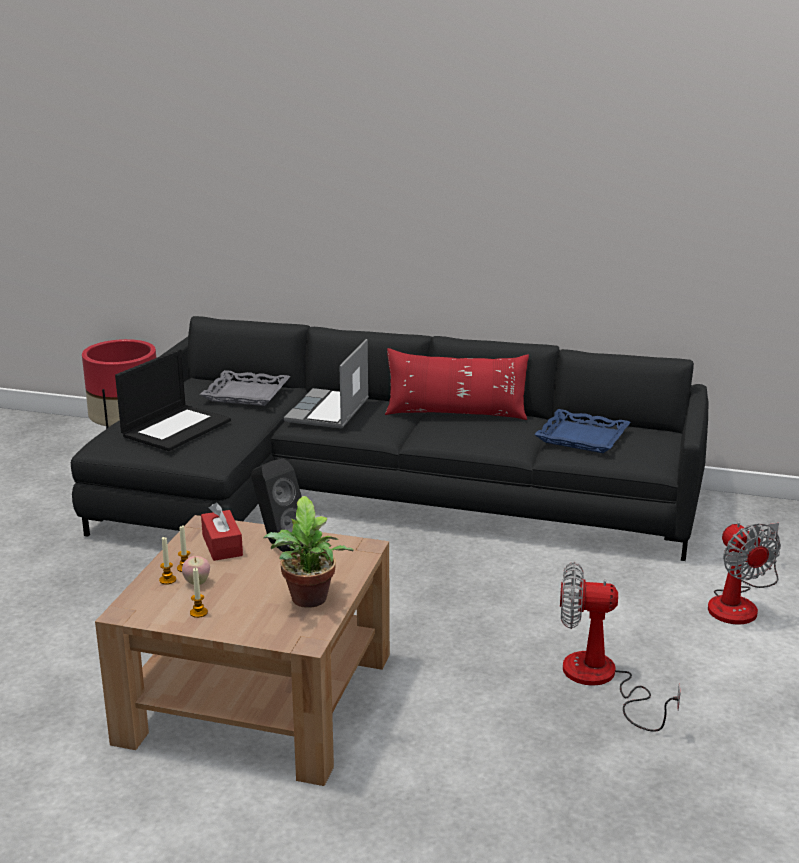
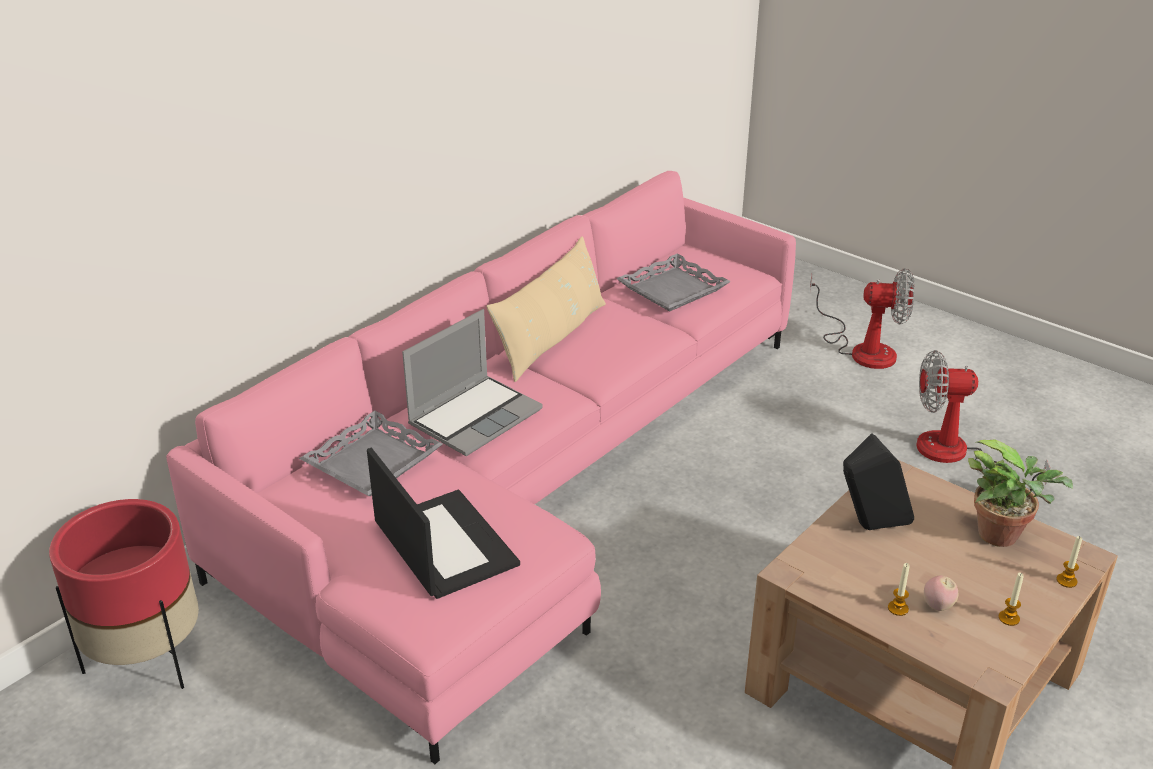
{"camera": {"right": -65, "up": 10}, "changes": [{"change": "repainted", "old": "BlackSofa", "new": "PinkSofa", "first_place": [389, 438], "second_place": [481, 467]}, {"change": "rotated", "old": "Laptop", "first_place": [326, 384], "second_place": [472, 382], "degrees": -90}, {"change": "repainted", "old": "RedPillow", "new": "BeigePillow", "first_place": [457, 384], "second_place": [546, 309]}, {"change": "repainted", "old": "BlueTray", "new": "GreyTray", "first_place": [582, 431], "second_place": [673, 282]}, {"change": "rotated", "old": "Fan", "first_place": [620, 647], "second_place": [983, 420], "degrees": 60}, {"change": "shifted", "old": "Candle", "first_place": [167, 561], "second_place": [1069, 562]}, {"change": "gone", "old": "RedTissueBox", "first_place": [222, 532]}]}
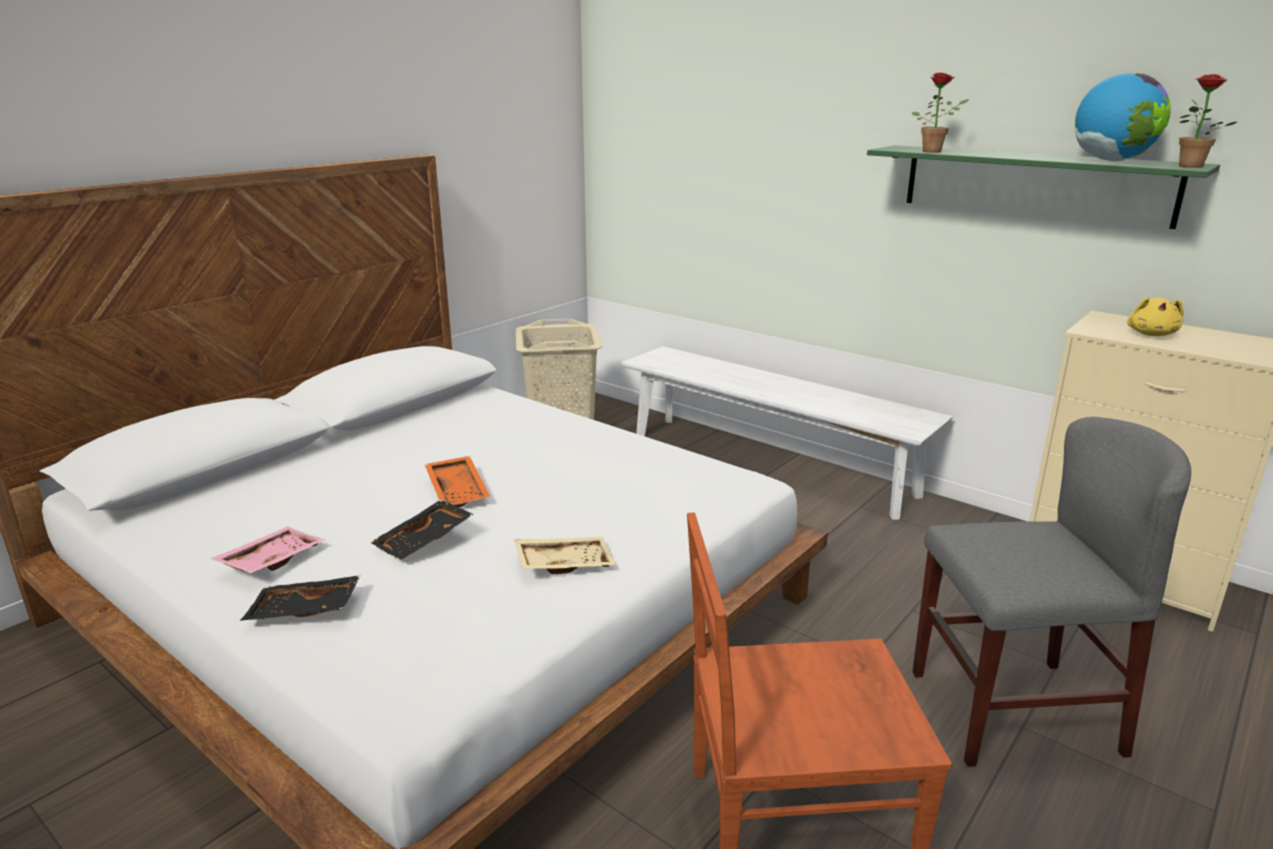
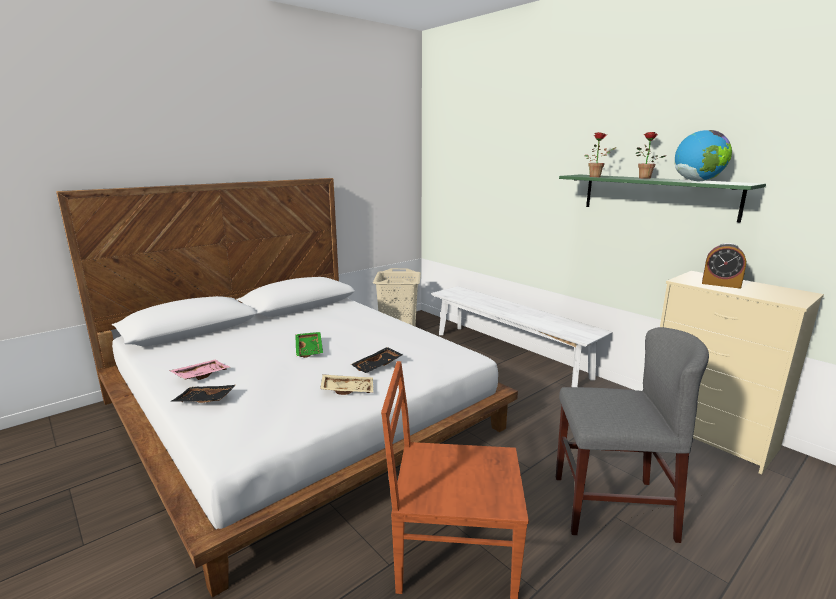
{"camera": {"right": 10, "up": -5}, "changes": [{"change": "repainted", "old": "OrangeTray", "new": "GreenTray", "first_place": [457, 481], "second_place": [309, 345]}, {"change": "shifted", "old": "BlackTray", "first_place": [422, 529], "second_place": [376, 360]}, {"change": "shifted", "old": "PottedPlant", "first_place": [1208, 121], "second_place": [651, 155]}, {"change": "swapped", "old": "YellowPlushToy", "new": "AlarmClock", "first_place": [1155, 316], "second_place": [724, 266]}]}
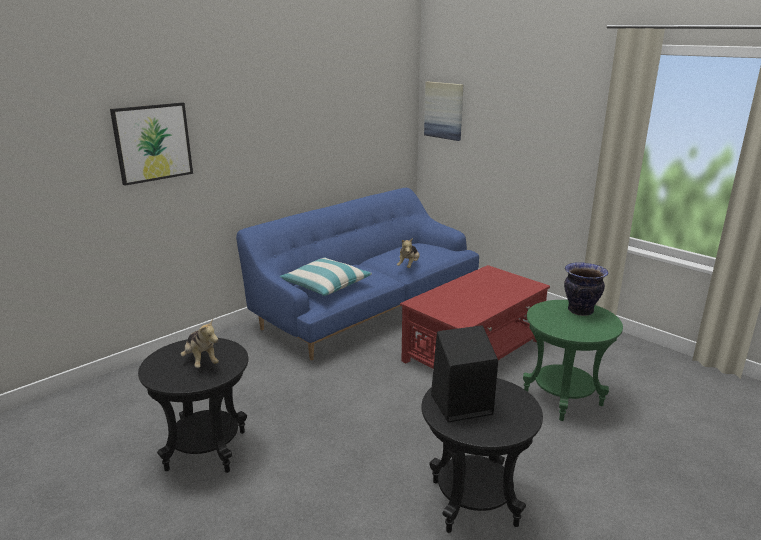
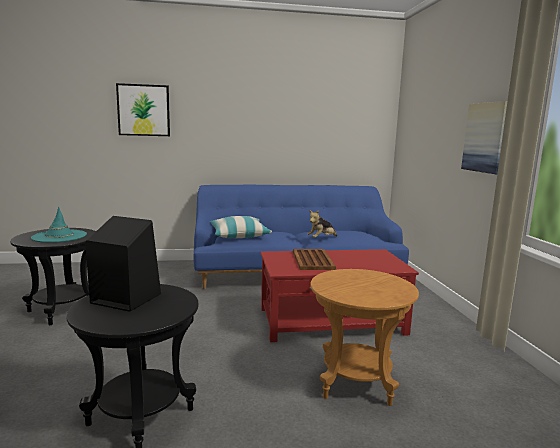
{"camera": {"right": 35, "up": -10}, "changes": [{"change": "swapped", "old": "PlushToy", "new": "TurquoiseHat", "first_place": [199, 343], "second_place": [59, 225]}, {"change": "new", "new": "BrownTray", "second_place": [314, 259]}, {"change": "repainted", "old": "GreenSideTable", "new": "BrownSideTable", "first_place": [573, 360], "second_place": [364, 337]}, {"change": "shifted", "old": "Picture", "first_place": [444, 111], "second_place": [484, 137]}, {"change": "gone", "old": "Vase", "first_place": [586, 289]}]}
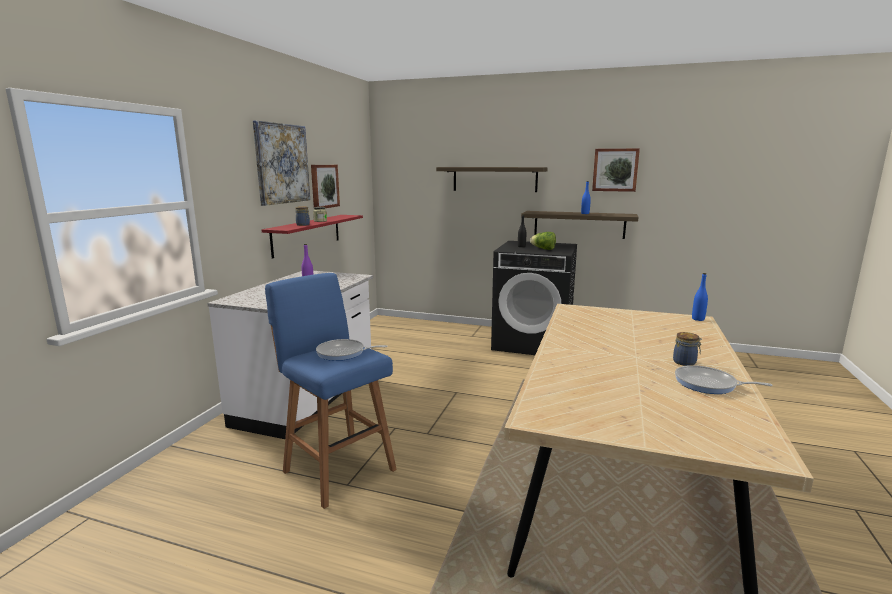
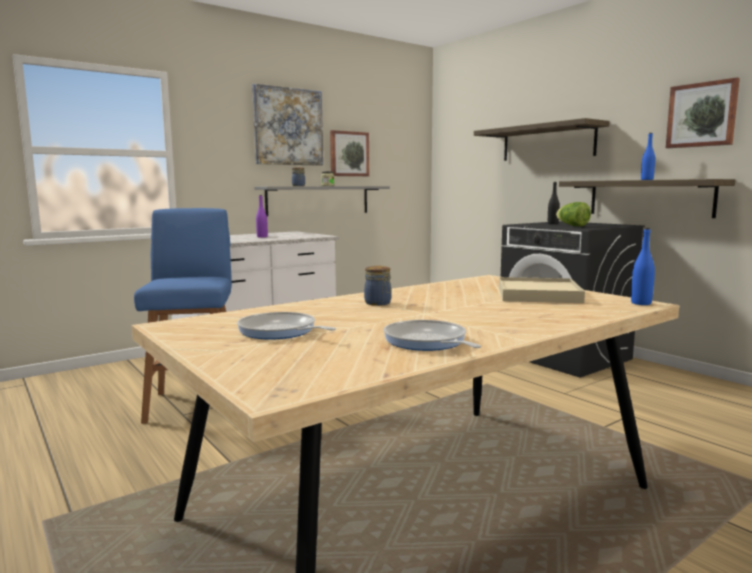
{"camera": {"right": 35, "up": -5}, "changes": [{"change": "shifted", "old": "FryingPan", "first_place": [351, 350], "second_place": [286, 326]}, {"change": "repainted", "old": "RedShelf", "new": "GreyShelf", "first_place": [312, 237], "second_place": [322, 201]}, {"change": "shifted", "old": "Jar", "first_place": [687, 349], "second_place": [377, 286]}, {"change": "new", "new": "BeigeTray", "second_place": [542, 290]}]}
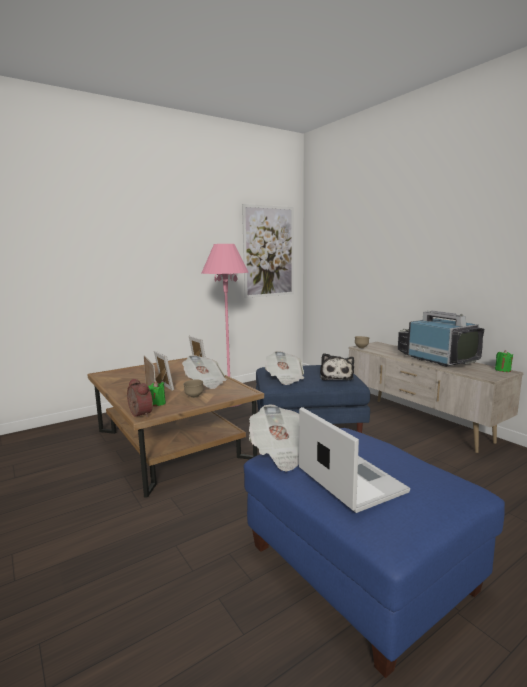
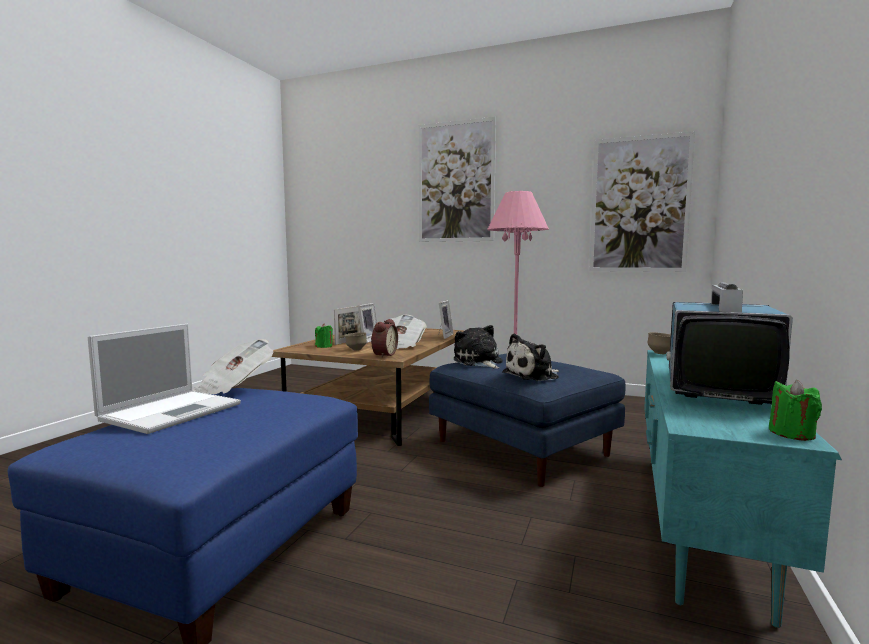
{"camera": {"right": 55, "up": -5}, "changes": [{"change": "shifted", "old": "AlarmClock", "first_place": [140, 398], "second_place": [384, 338]}, {"change": "new", "new": "Picture", "second_place": [457, 179]}, {"change": "swapped", "old": "Newspaper", "new": "PlushToy", "first_place": [284, 368], "second_place": [478, 347]}, {"change": "repainted", "old": "BeigeTvStand", "new": "TurquoiseTvStand", "first_place": [436, 397], "second_place": [743, 489]}]}
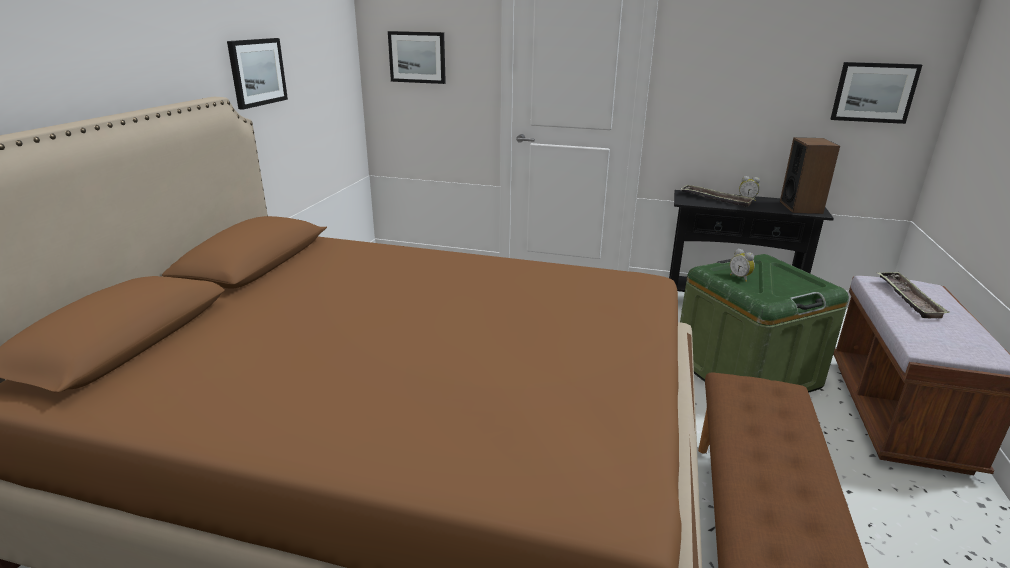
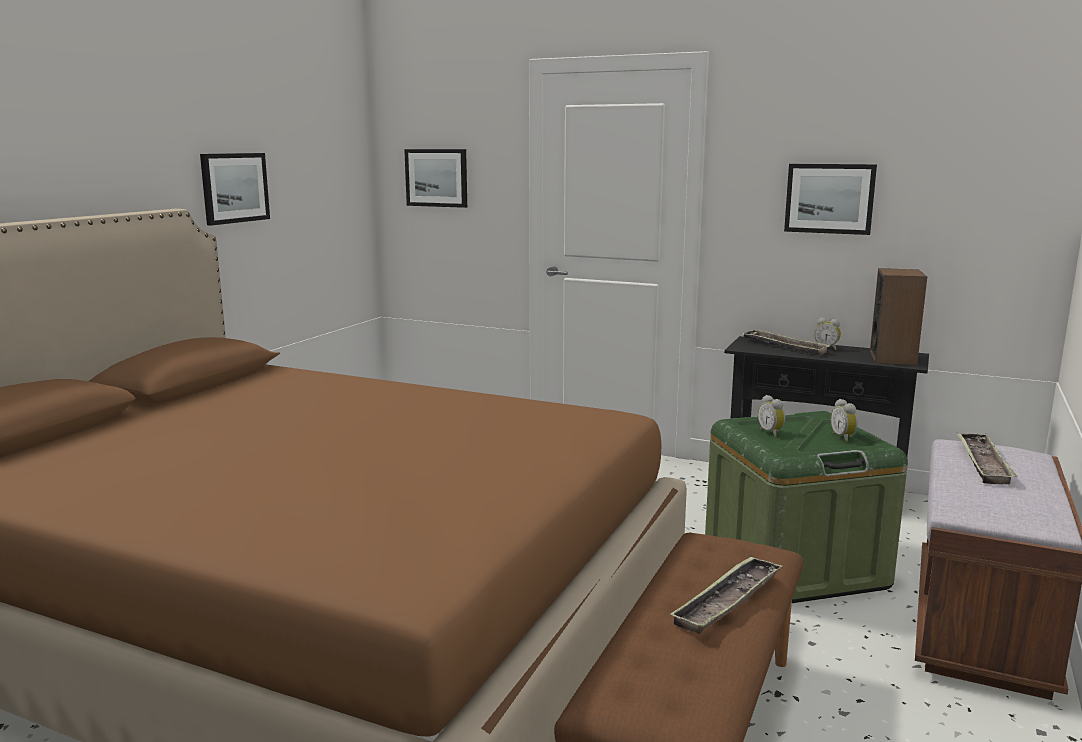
{"camera": {"right": 10, "up": -10}, "changes": [{"change": "new", "new": "Tray", "second_place": [726, 595]}, {"change": "shifted", "old": "Picture", "first_place": [876, 93], "second_place": [830, 199]}, {"change": "new", "new": "AlarmClock", "second_place": [844, 420]}]}
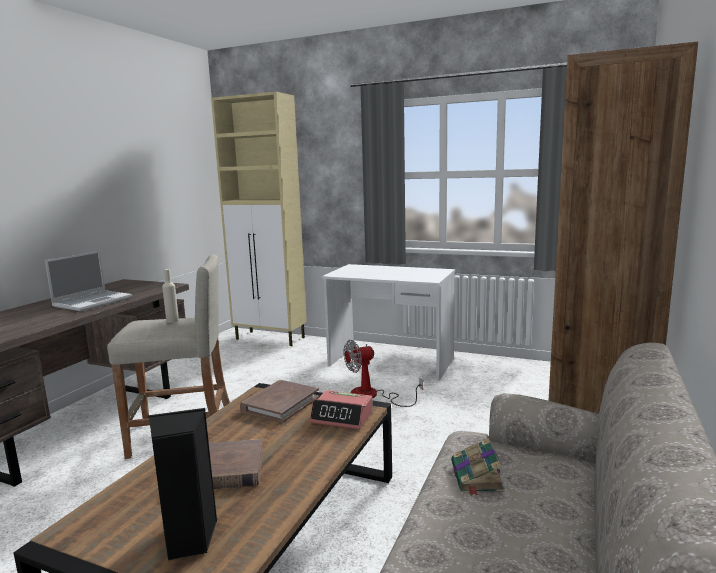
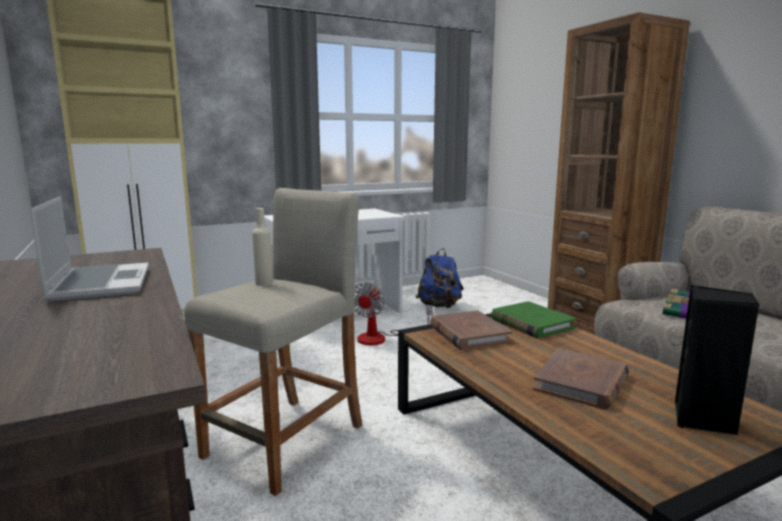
{"camera": {"right": -50, "up": 0}, "changes": [{"change": "new", "new": "BlueBackpack", "second_place": [439, 278]}, {"change": "swapped", "old": "AlarmClock", "new": "GreenBook", "first_place": [341, 410], "second_place": [533, 320]}]}
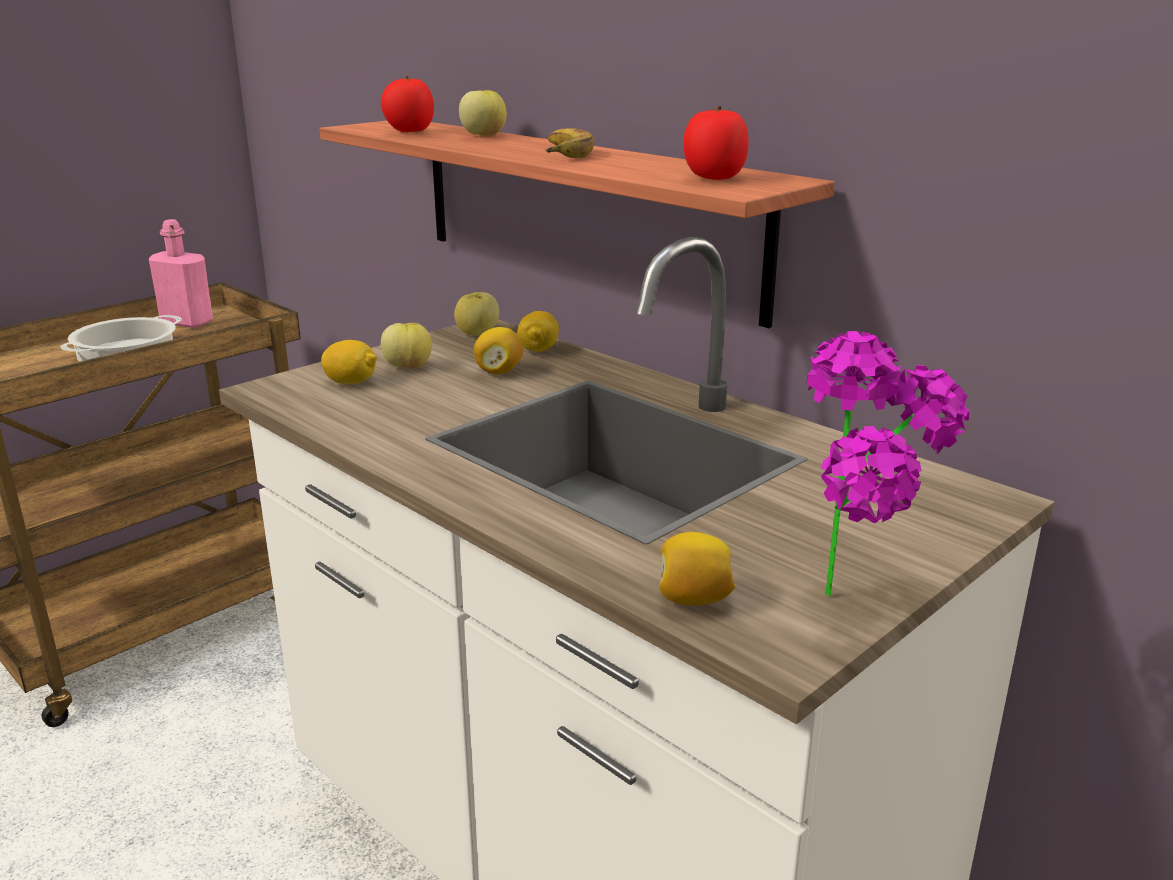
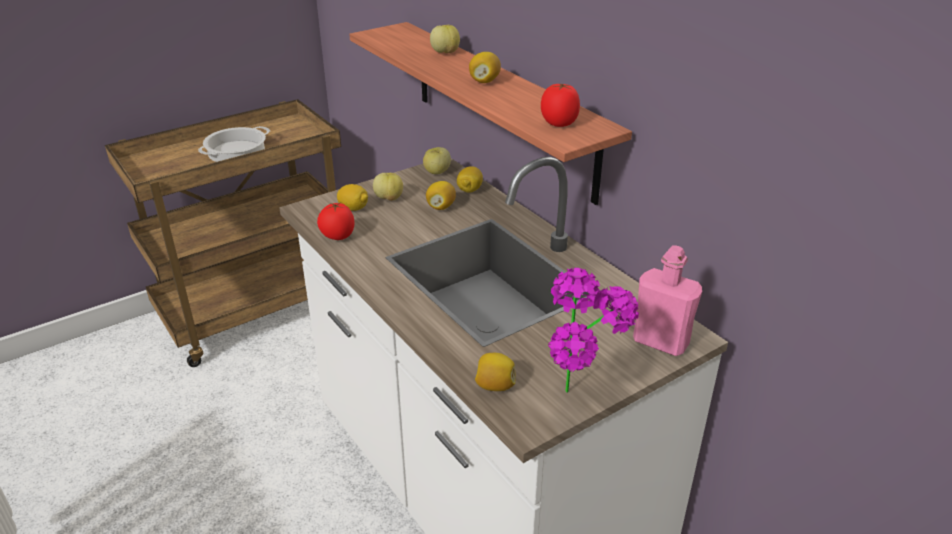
{"camera": {"right": 10, "up": 10}, "changes": [{"change": "shifted", "old": "Tomato", "first_place": [407, 104], "second_place": [336, 221]}, {"change": "swapped", "old": "Banana", "new": "Lemon", "first_place": [569, 143], "second_place": [485, 67]}, {"change": "shifted", "old": "PinkBottle", "first_place": [181, 273], "second_place": [667, 300]}]}
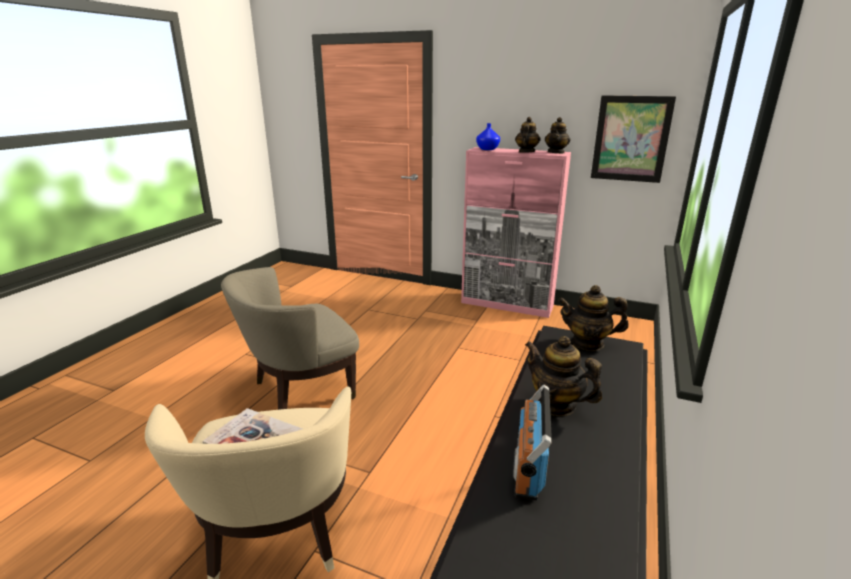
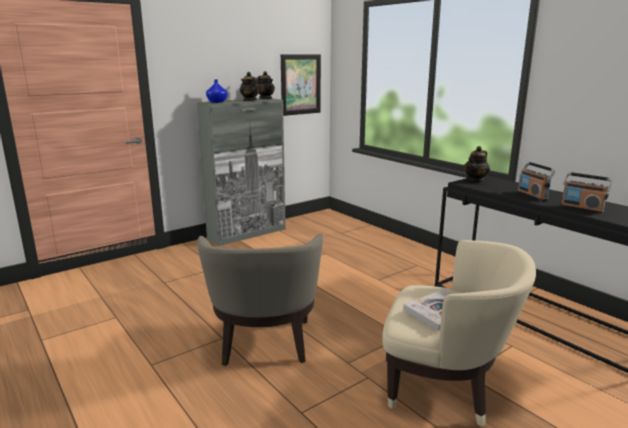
{"camera": {"right": -60, "up": -5}, "changes": [{"change": "repainted", "old": "PinkCabinet", "new": "GreyCabinet", "first_place": [516, 232], "second_place": [241, 172]}, {"change": "swapped", "old": "Teapot", "new": "Radio", "first_place": [563, 376], "second_place": [536, 181]}]}
